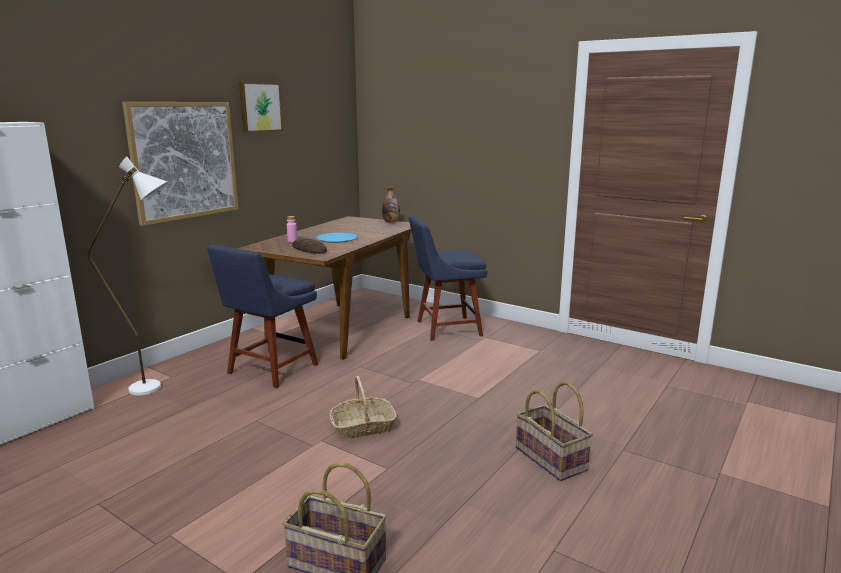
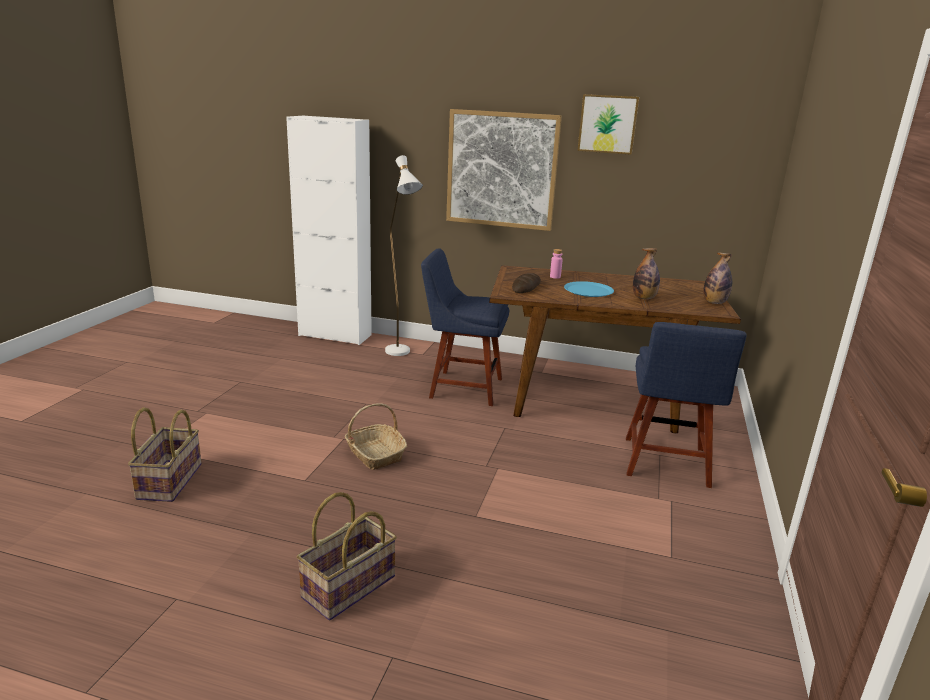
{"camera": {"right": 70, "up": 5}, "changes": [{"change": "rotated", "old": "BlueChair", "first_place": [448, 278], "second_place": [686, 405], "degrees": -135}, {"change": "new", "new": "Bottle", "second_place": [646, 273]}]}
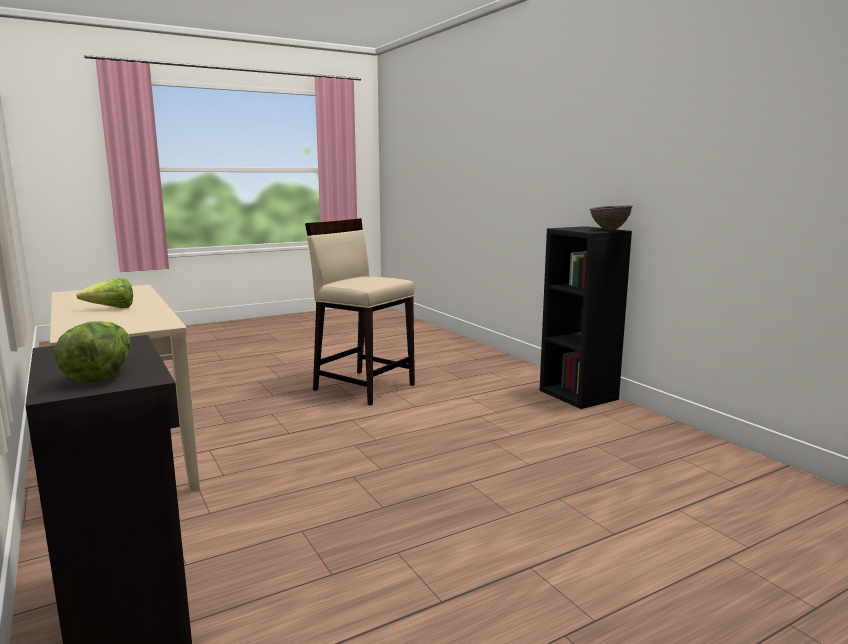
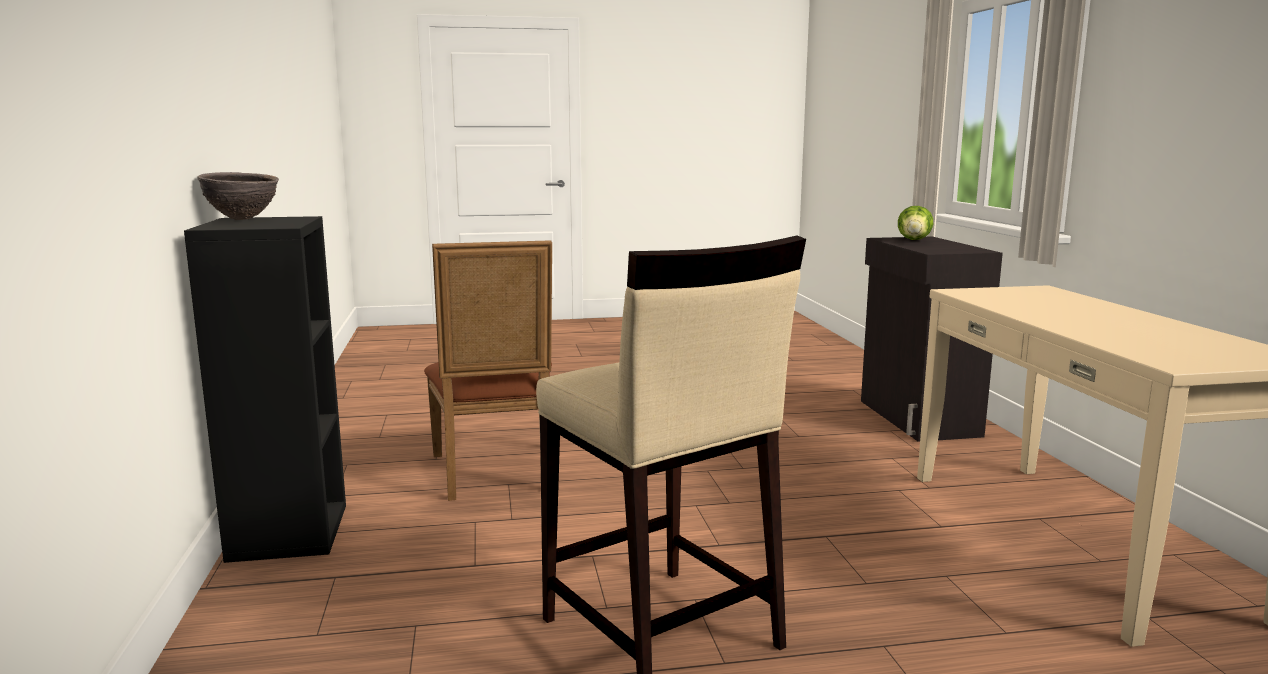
{"camera": {"right": -160, "up": 0}, "changes": [{"change": "new", "new": "BrownChair", "second_place": [488, 370]}, {"change": "gone", "old": "Lettuce", "first_place": [104, 293]}]}
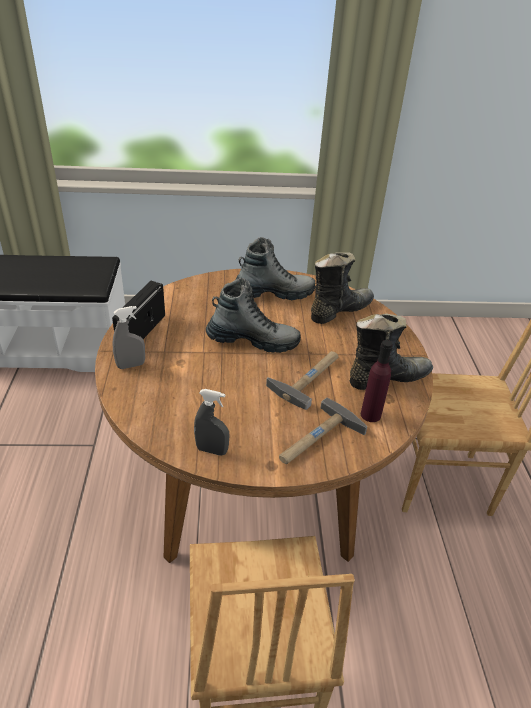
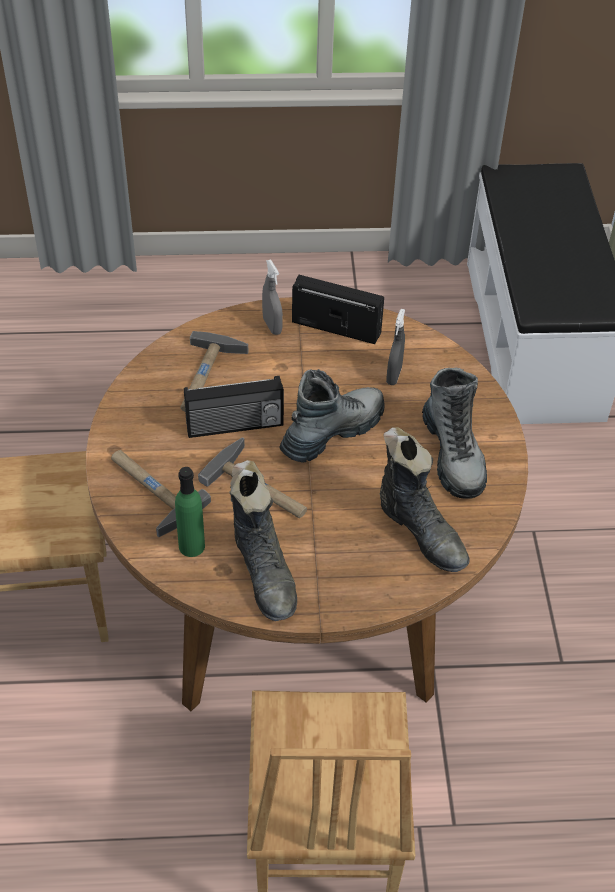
{"camera": {"right": 90, "up": 10}, "changes": [{"change": "repainted", "old": "PurpleBottle", "new": "GreenBottle", "first_place": [377, 381], "second_place": [190, 512]}, {"change": "new", "new": "Hammer", "second_place": [214, 371]}, {"change": "new", "new": "Radio", "second_place": [234, 407]}, {"change": "rotated", "old": "Boot", "first_place": [253, 315], "second_place": [332, 416], "degrees": -135}, {"change": "shifted", "old": "GreySprayBottle", "first_place": [211, 422], "second_place": [395, 347]}]}
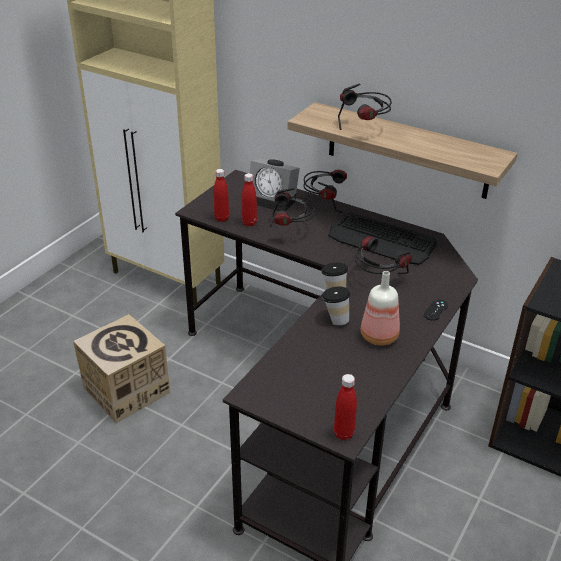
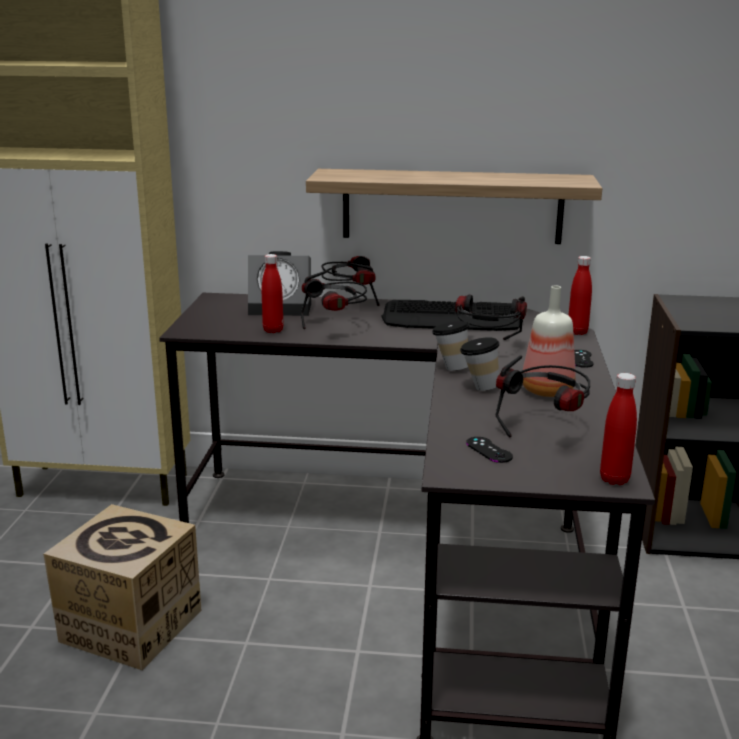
{"camera": {"right": -25, "up": -15}, "changes": [{"change": "new", "new": "BlackGameController", "second_place": [489, 450]}, {"change": "shifted", "old": "Headphones", "first_place": [365, 107], "second_place": [542, 396]}, {"change": "shifted", "old": "RedBottle", "first_place": [221, 195], "second_place": [580, 295]}]}
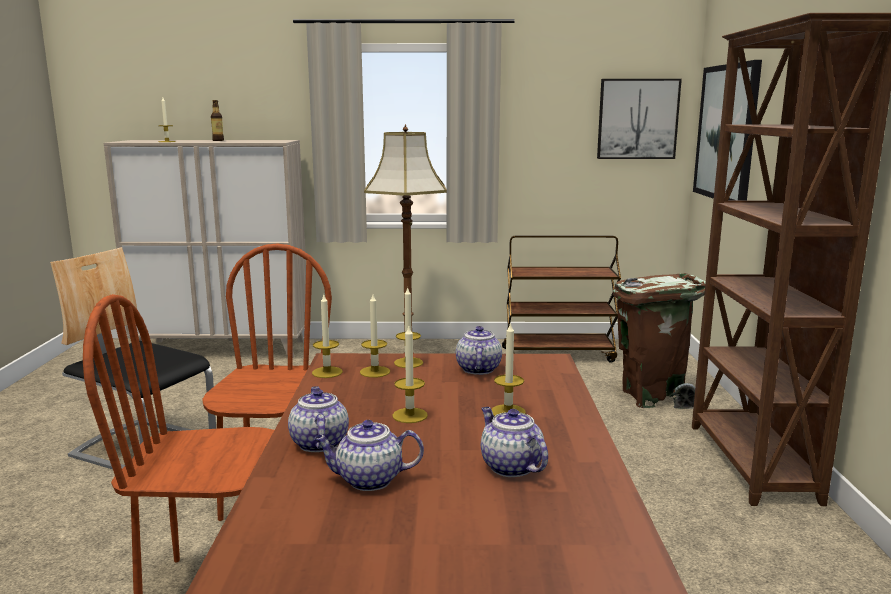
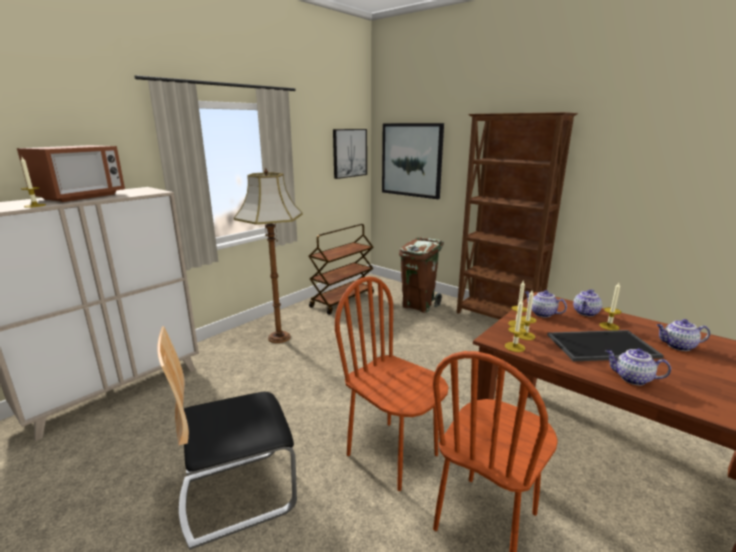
{"camera": {"right": -50, "up": 5}, "changes": [{"change": "swapped", "old": "Bottle", "new": "Microwave", "first_place": [217, 120], "second_place": [71, 173]}, {"change": "swapped", "old": "Candle", "new": "Tray", "first_place": [410, 373], "second_place": [605, 345]}, {"change": "shifted", "old": "Teapot", "first_place": [369, 455], "second_place": [587, 302]}]}
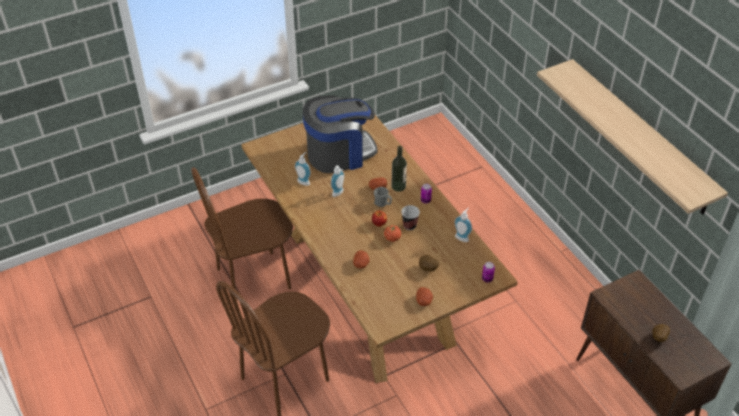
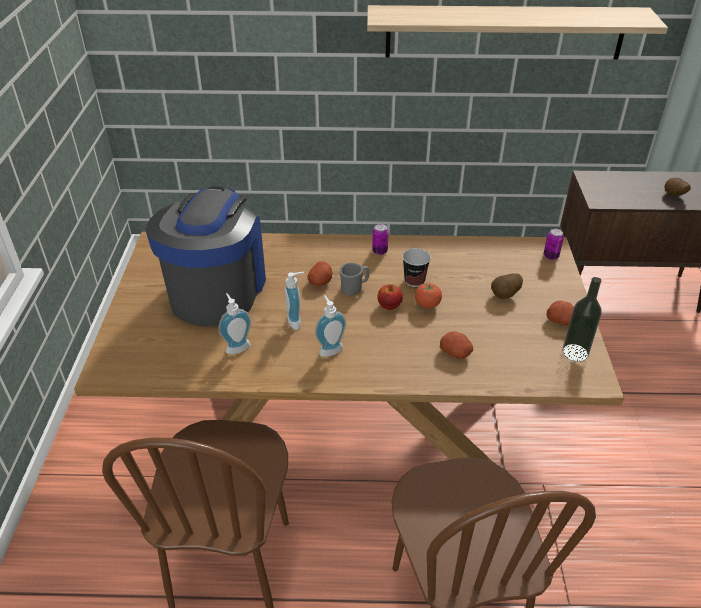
{"camera": {"right": -60, "up": -5}, "changes": [{"change": "shifted", "old": "SoapDispenser", "first_place": [463, 224], "second_place": [330, 326]}, {"change": "shifted", "old": "Bottle", "first_place": [399, 169], "second_place": [582, 319]}]}
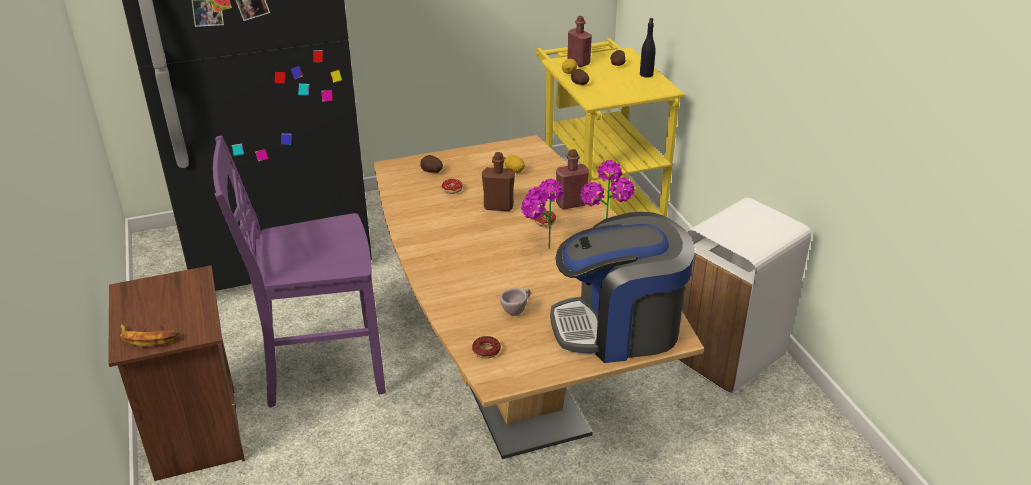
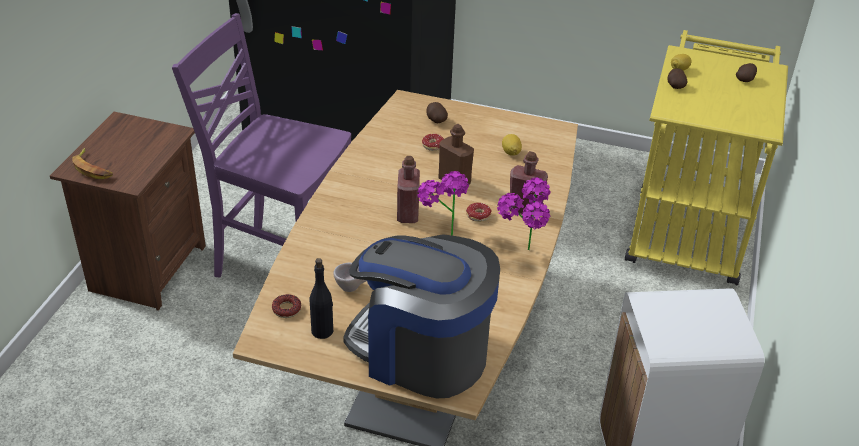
{"camera": {"right": 35, "up": 5}, "changes": [{"change": "shifted", "old": "BlackBottle", "first_place": [648, 47], "second_place": [321, 298]}, {"change": "shifted", "old": "RedBottle", "first_place": [579, 41], "second_place": [408, 189]}]}
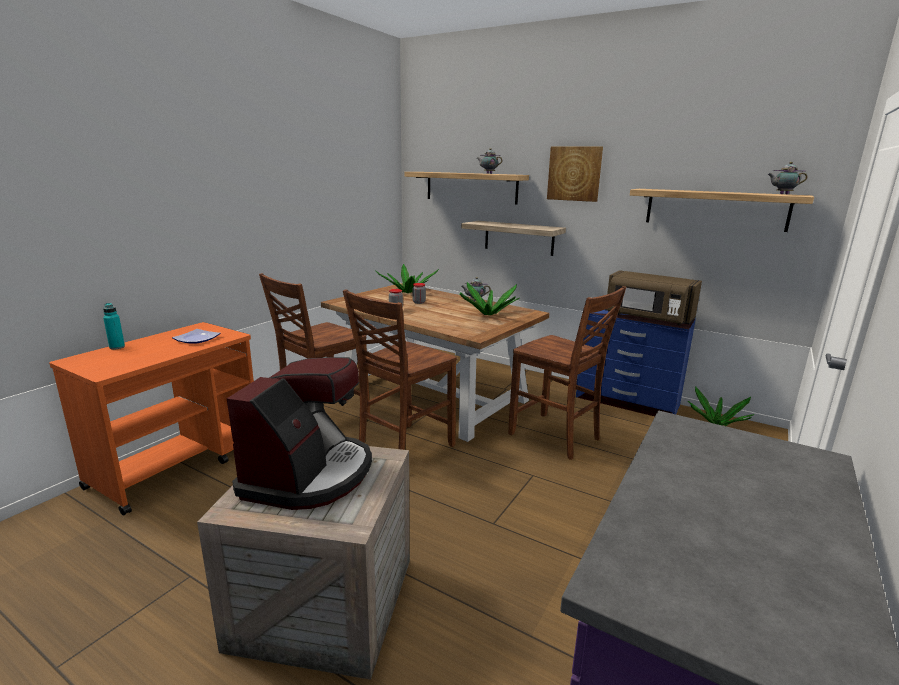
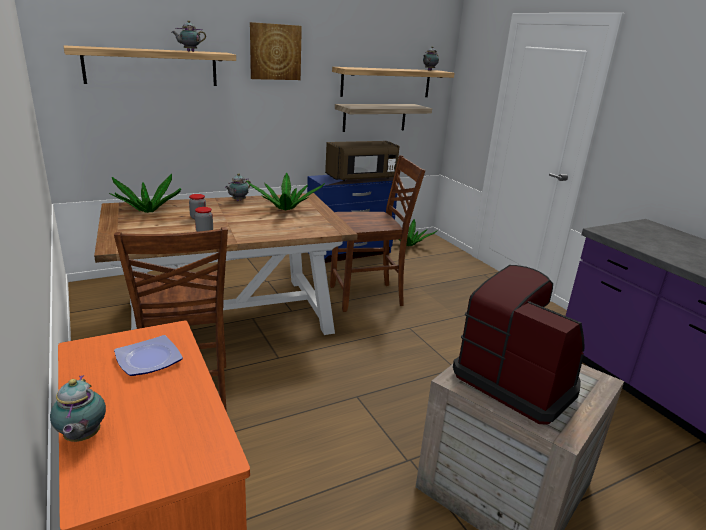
{"camera": {"right": -60, "up": 5}, "changes": [{"change": "swapped", "old": "TurquoiseBottle", "new": "Teapot", "first_place": [114, 326], "second_place": [78, 408]}, {"change": "shifted", "old": "Shelf", "first_place": [513, 238], "second_place": [383, 118]}, {"change": "gone", "old": "BrownChair", "first_place": [400, 369]}]}
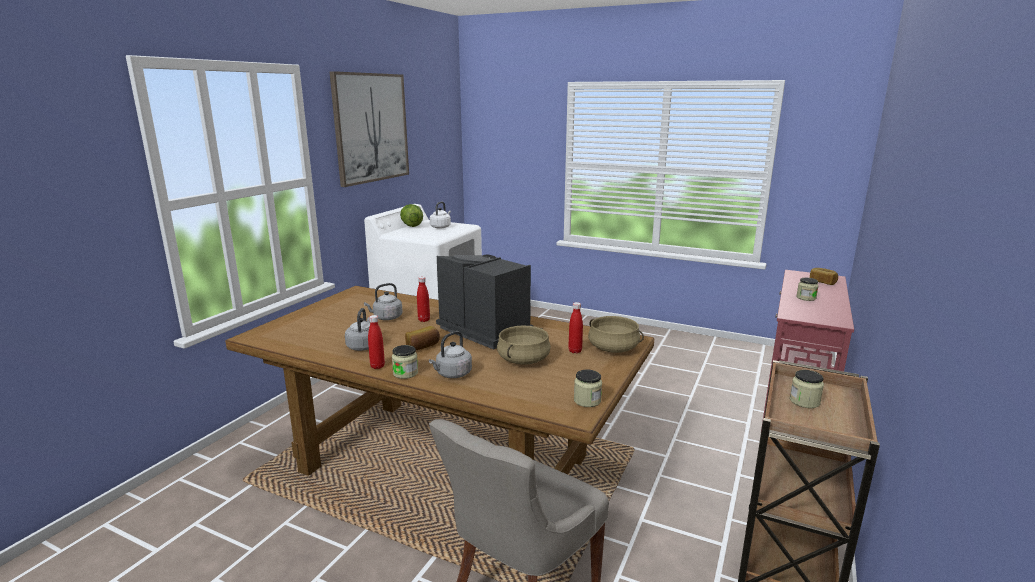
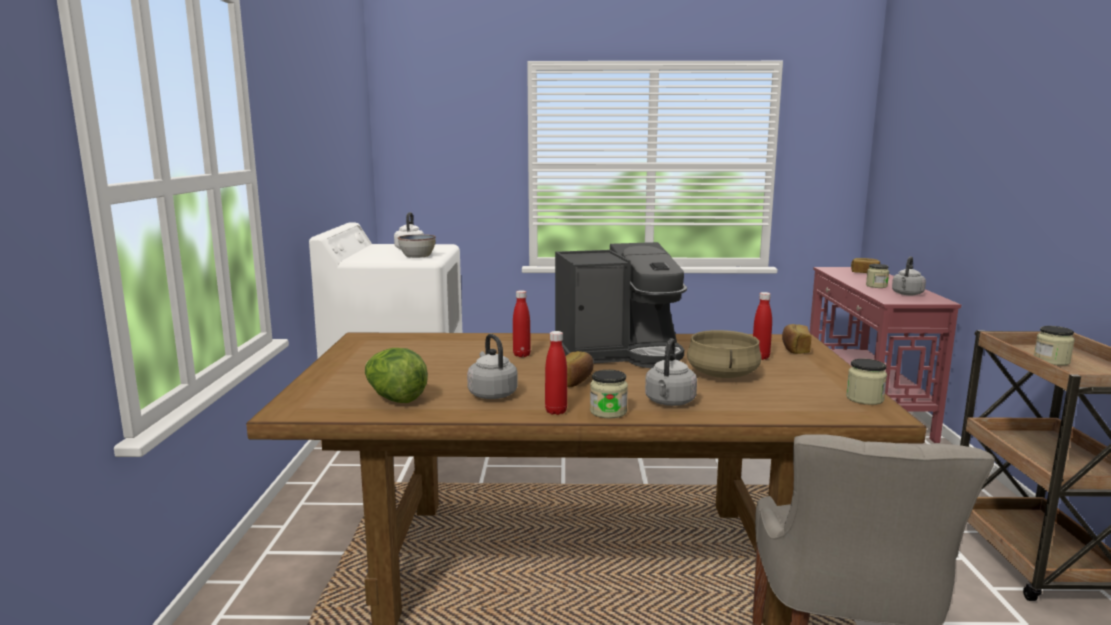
{"camera": {"right": -25, "up": -5}, "changes": [{"change": "shifted", "old": "Lettuce", "first_place": [411, 215], "second_place": [396, 375]}, {"change": "new", "new": "Bowl", "second_place": [417, 246]}, {"change": "rotated", "old": "CoffeeMachine", "first_place": [485, 302], "second_place": [621, 305], "degrees": 150}, {"change": "swapped", "old": "BeigeCookingPot", "new": "Bread", "first_place": [616, 334], "second_place": [796, 339]}, {"change": "shifted", "old": "GreyKettle", "first_place": [383, 301], "second_place": [909, 275]}, {"change": "gone", "old": "Picture", "first_place": [369, 129]}]}
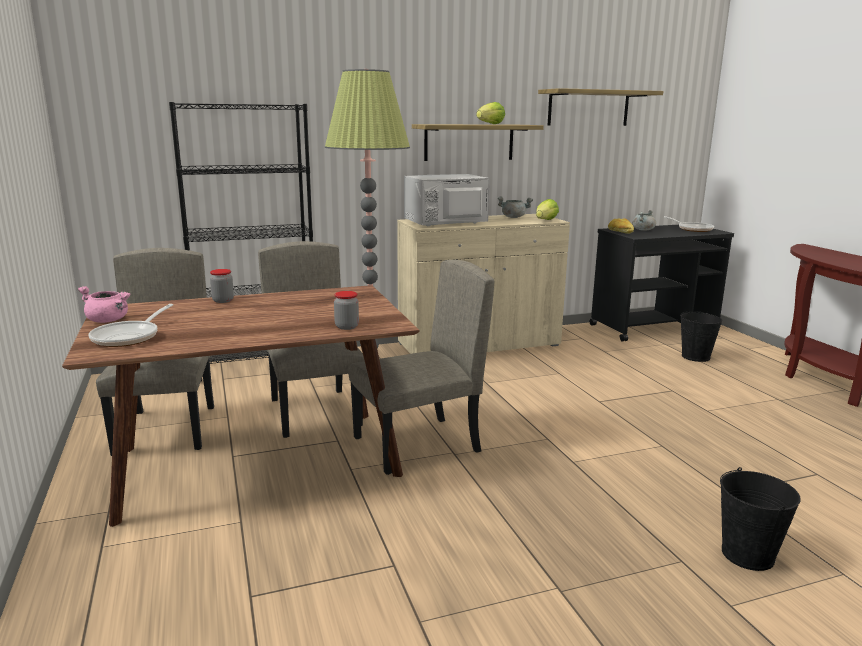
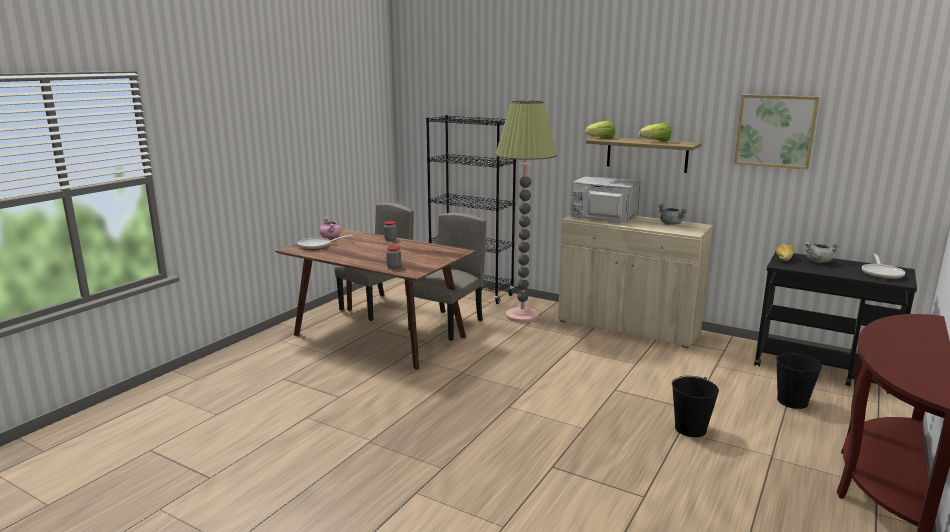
{"camera": {"right": 50, "up": 0}, "changes": [{"change": "shifted", "old": "Lettuce", "first_place": [547, 209], "second_place": [600, 129]}, {"change": "shifted", "old": "BlackBucket", "first_place": [760, 519], "second_place": [695, 406]}, {"change": "swapped", "old": "Shelf", "new": "Picture", "first_place": [600, 107], "second_place": [776, 132]}, {"change": "gone", "old": "BeigeChair", "first_place": [421, 367]}]}
